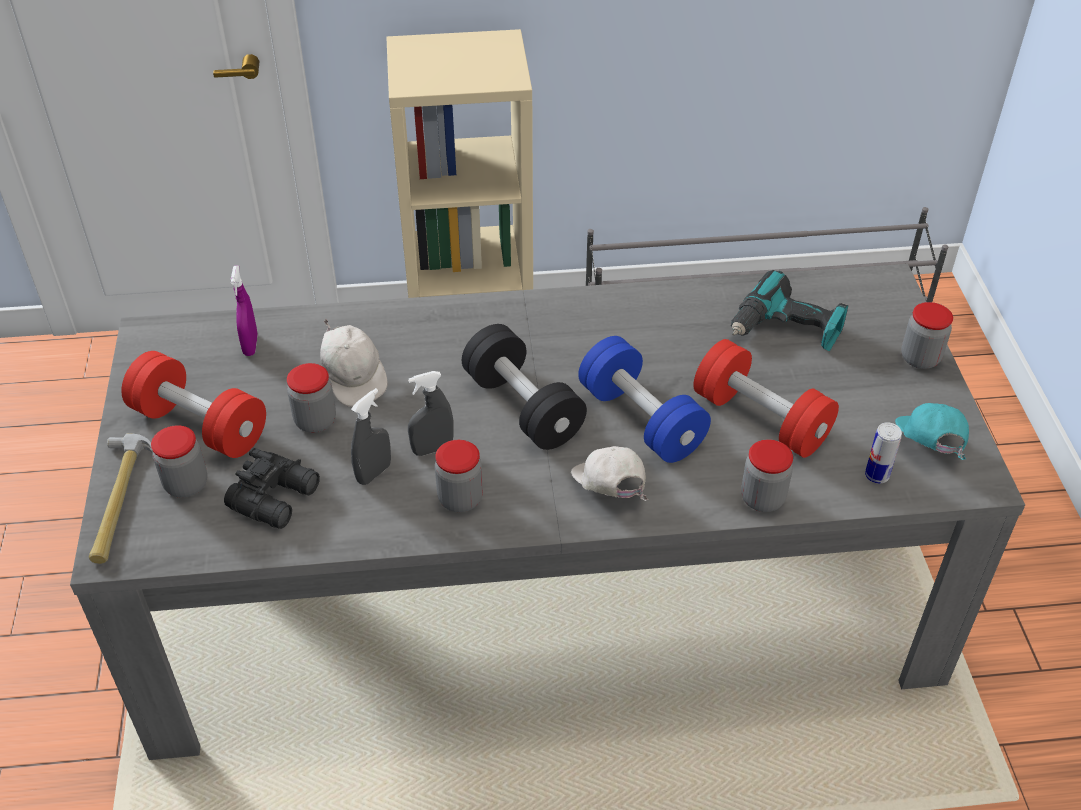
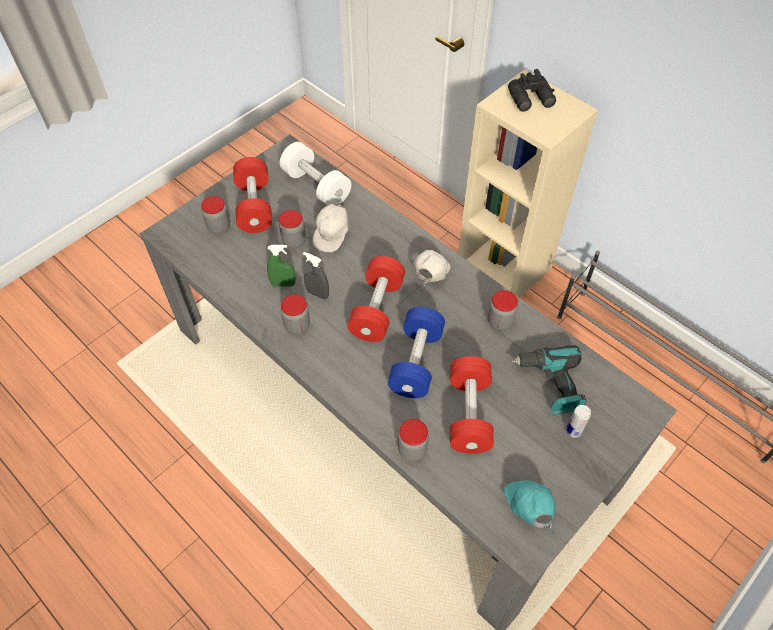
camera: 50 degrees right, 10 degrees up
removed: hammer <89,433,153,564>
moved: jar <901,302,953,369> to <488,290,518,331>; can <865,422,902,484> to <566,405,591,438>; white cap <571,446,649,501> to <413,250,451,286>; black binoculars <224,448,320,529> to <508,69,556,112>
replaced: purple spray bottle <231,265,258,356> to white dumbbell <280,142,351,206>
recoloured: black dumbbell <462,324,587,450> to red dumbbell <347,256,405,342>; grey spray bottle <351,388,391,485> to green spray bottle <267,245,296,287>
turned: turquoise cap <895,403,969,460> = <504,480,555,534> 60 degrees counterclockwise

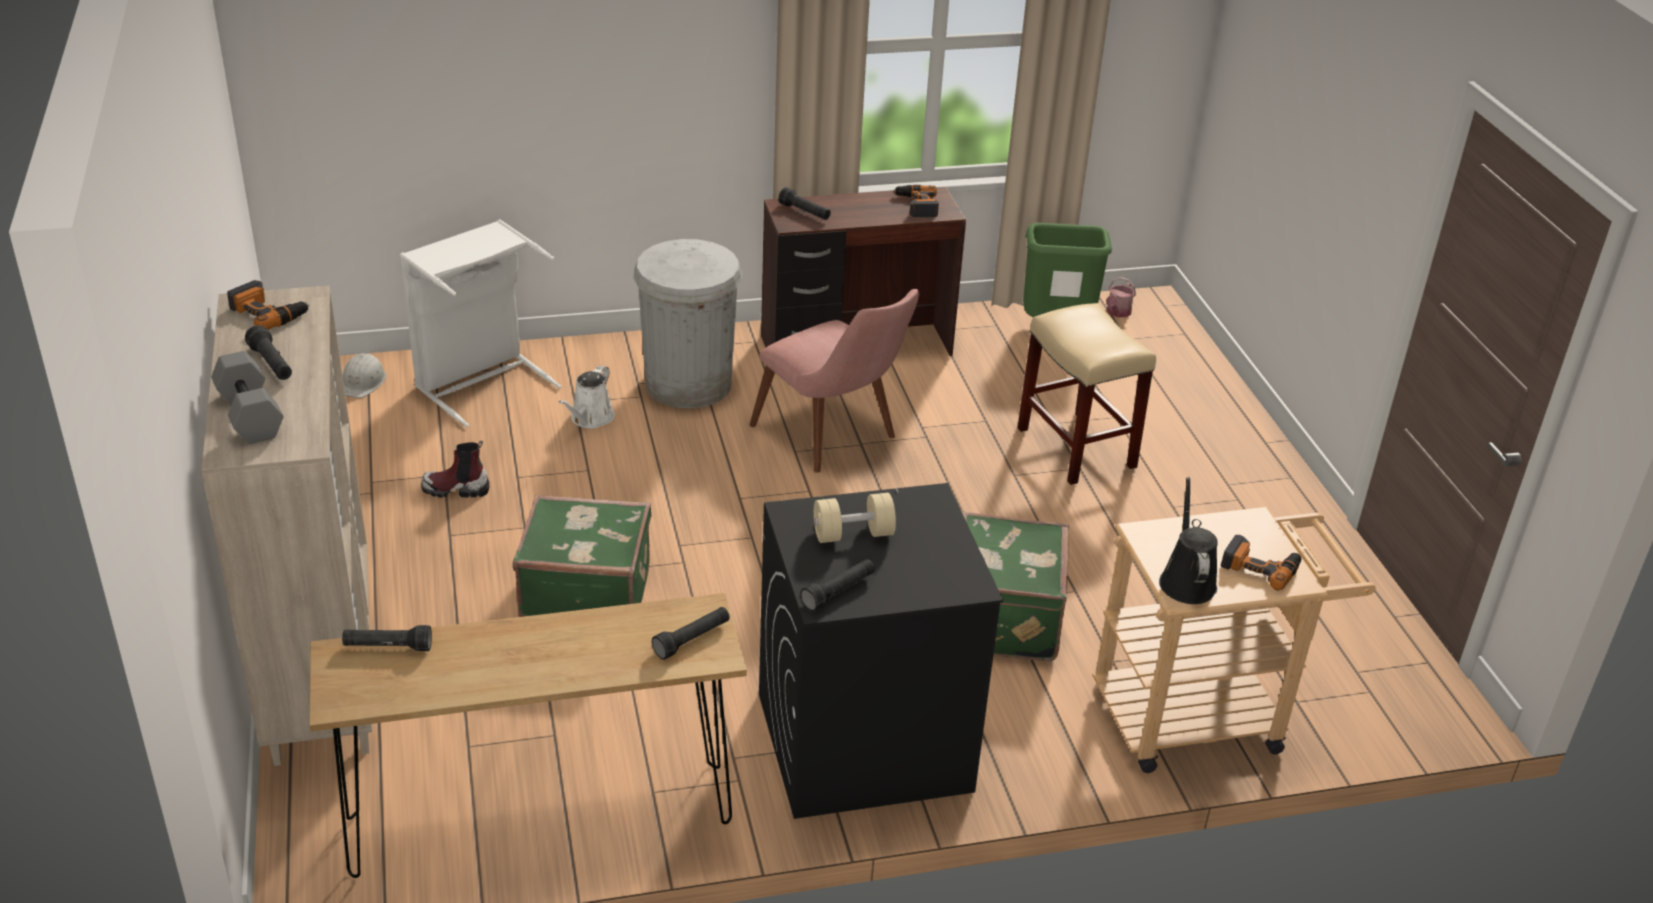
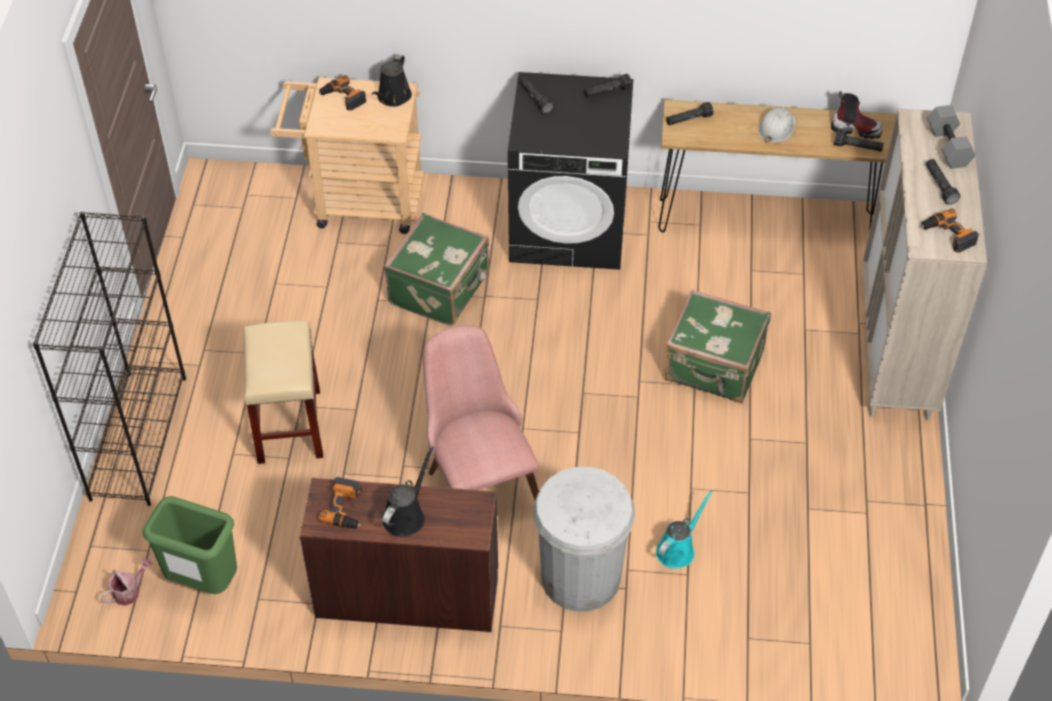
camera: 160 degrees left, 15 degrees up
removed: white laundry basket <400,219,562,427>; beige dumbbell <814,493,896,543>
added: black bookcase <33,212,186,506>; black watering can <382,446,434,537>
moved: black flashlight <778,187,831,220> to <520,77,554,114>; white hard hat <343,353,386,398> to <758,107,796,143>; boot <421,441,489,498> to <831,91,882,139>
recoloured: white watering can <558,365,615,428> to turquoise watering can <656,491,713,569>

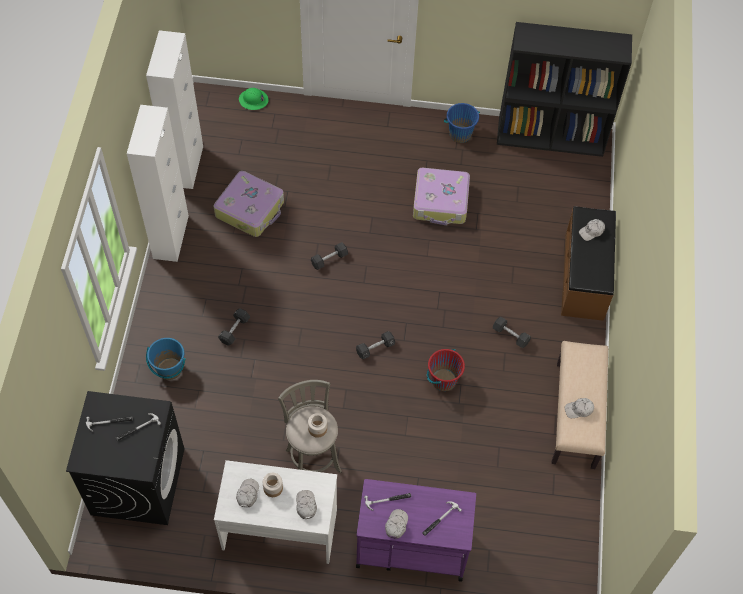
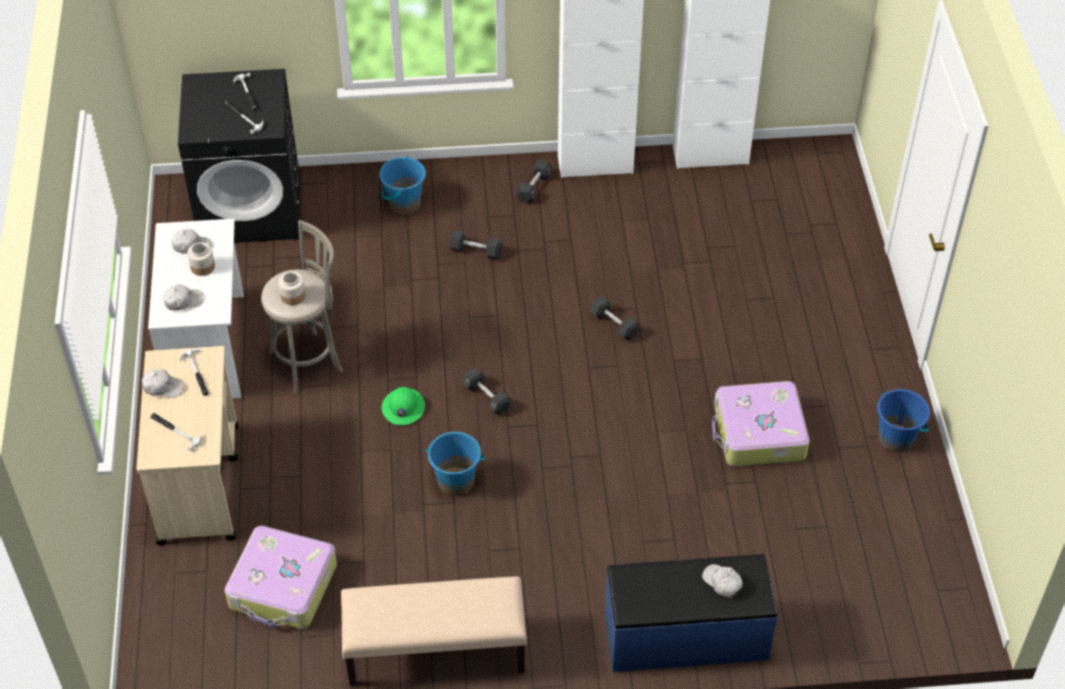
camera: 80 degrees right, 10 degrees down
removed: black bookcase <497,22,632,157>; white cap <565,398,594,418>
moved: green hard hat <239,88,269,110> to <381,387,425,425>; suitcase <214,171,284,237> to <225,526,337,629>; black dumbbell <493,317,531,348> to <515,159,554,203>
recoloured: brown bench <561,206,616,321> to blue bench <605,554,778,672>; red bucket <427,349,465,391> to blue bucket <425,432,485,496>; purple cart <356,479,476,582> to beige cart <137,346,239,546>

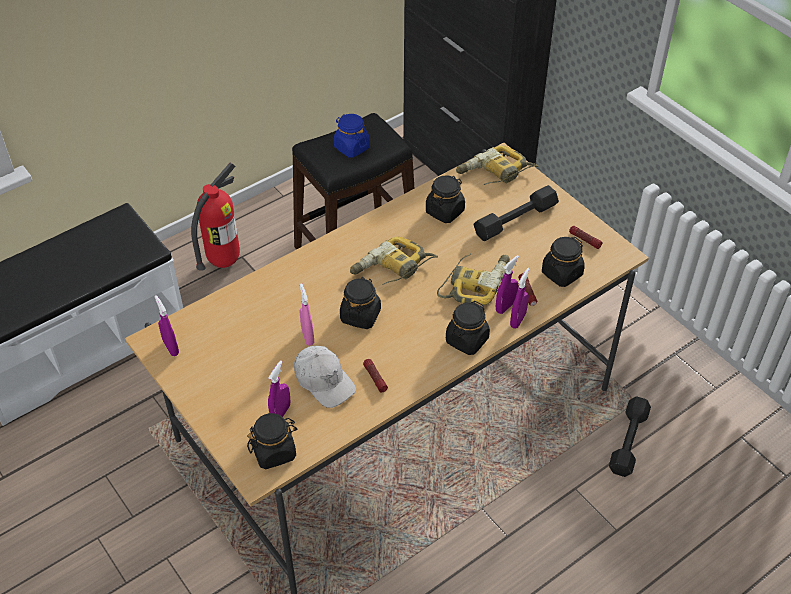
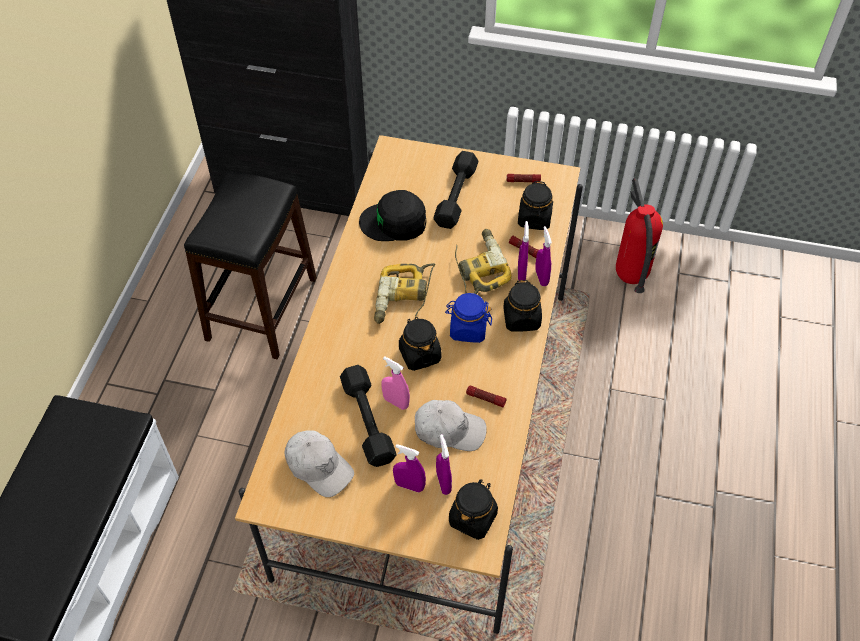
camera: 40 degrees left, 5 degrees up
removed: power drill <456,146,538,185>
added: white cap <284,430,354,497>
moved: blue jar <334,114,370,157> to <445,293,492,343>; fire extinguisher <191,163,240,271> to <616,178,663,293>; purple spray bottle <154,295,179,356> to <393,444,426,492>; black dumbbell <609,396,651,477> to <340,365,397,467>
replaced: black jar <426,176,465,223> to black cap <359,190,426,241>

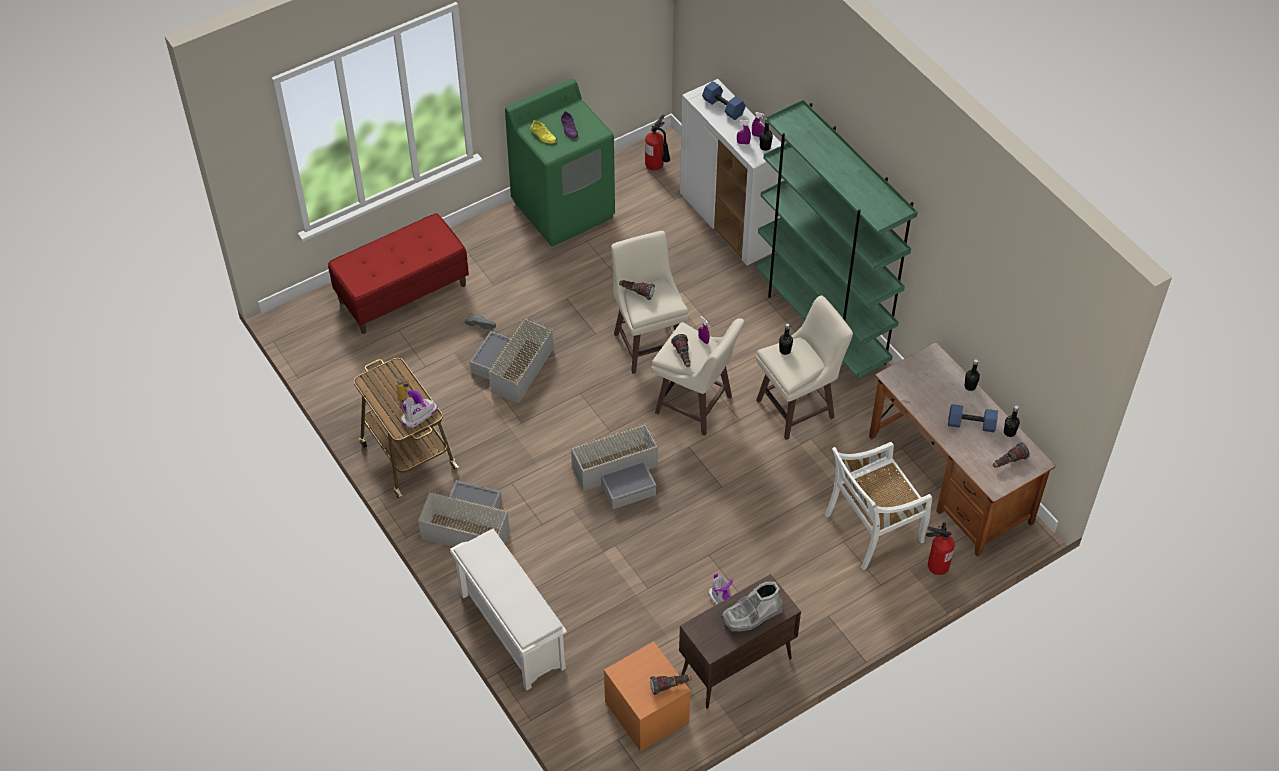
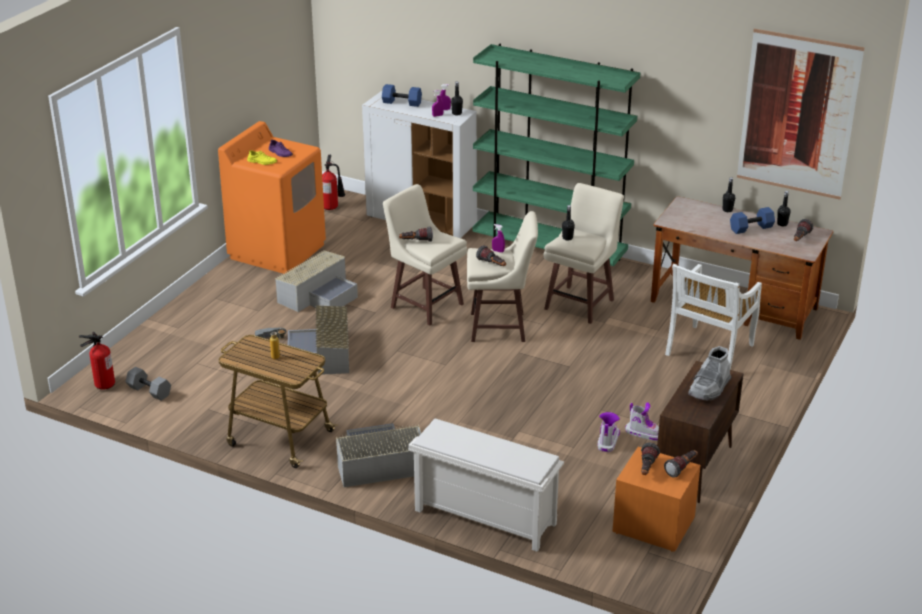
camera: 30 degrees left, 20 degrees down
removed: red bench <328,213,469,334>
added: picture <737,29,865,200>; grey dumbbell <126,367,171,401>; flashlight <641,443,660,475>
moved: boot <402,390,438,428> to <598,412,620,452>; grey storage box <571,423,658,510> to <275,250,358,312>; fire extinguisher <926,522,955,575> to <79,332,115,390>
recoloured: green washing machine <505,78,615,246> to orange washing machine <218,121,326,274>

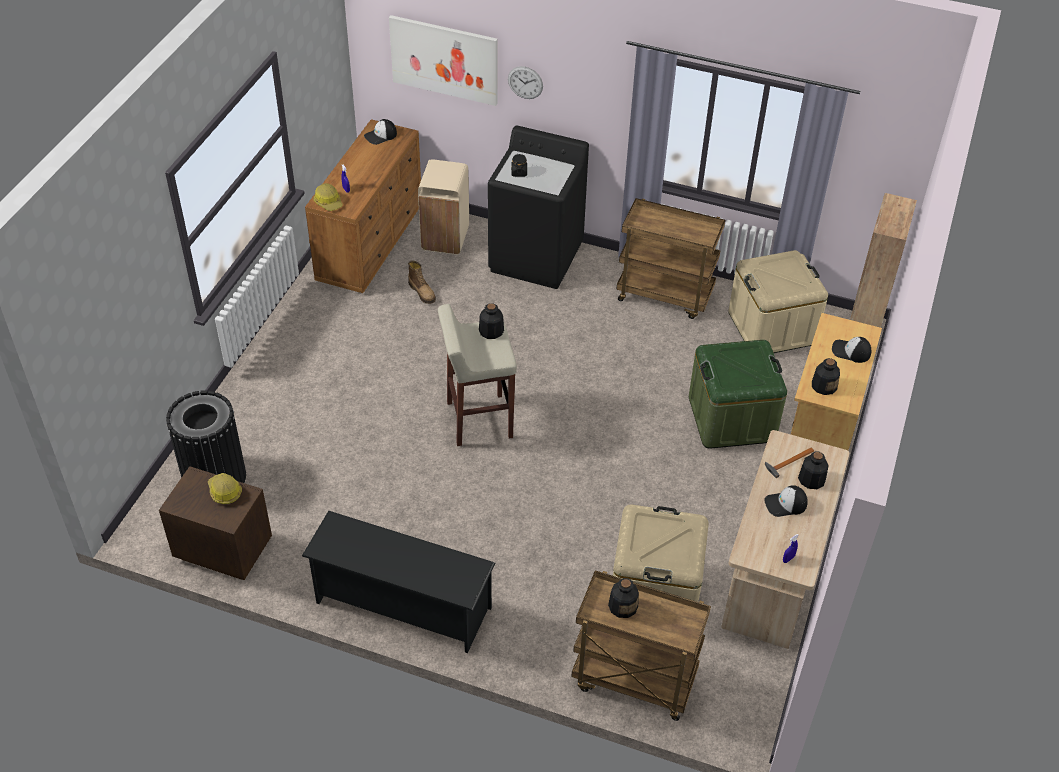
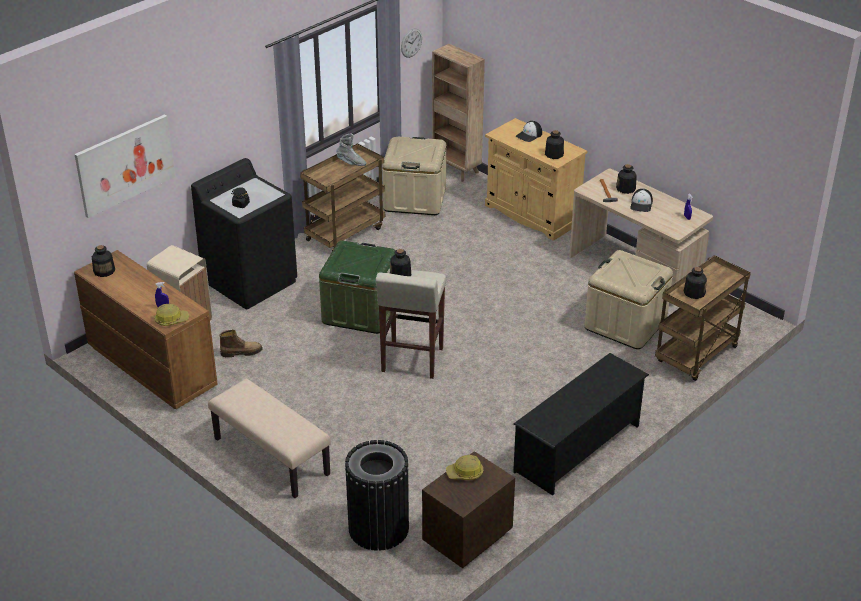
camera: 65 degrees left, 10 degrees down
added: grey boot <336,133,366,166>; beige bench <208,379,331,498>
moved: wall clock <508,66,543,99> to <401,28,422,58>; green storage box <689,340,787,449> to <319,240,396,334>
replaced: cap <364,119,397,145> to bottle <92,245,115,277>

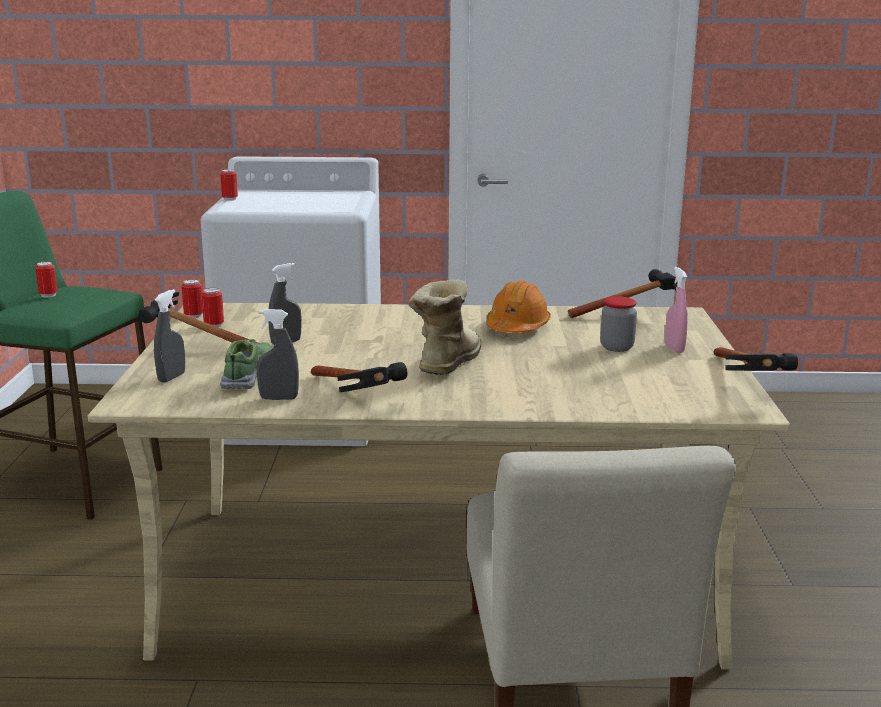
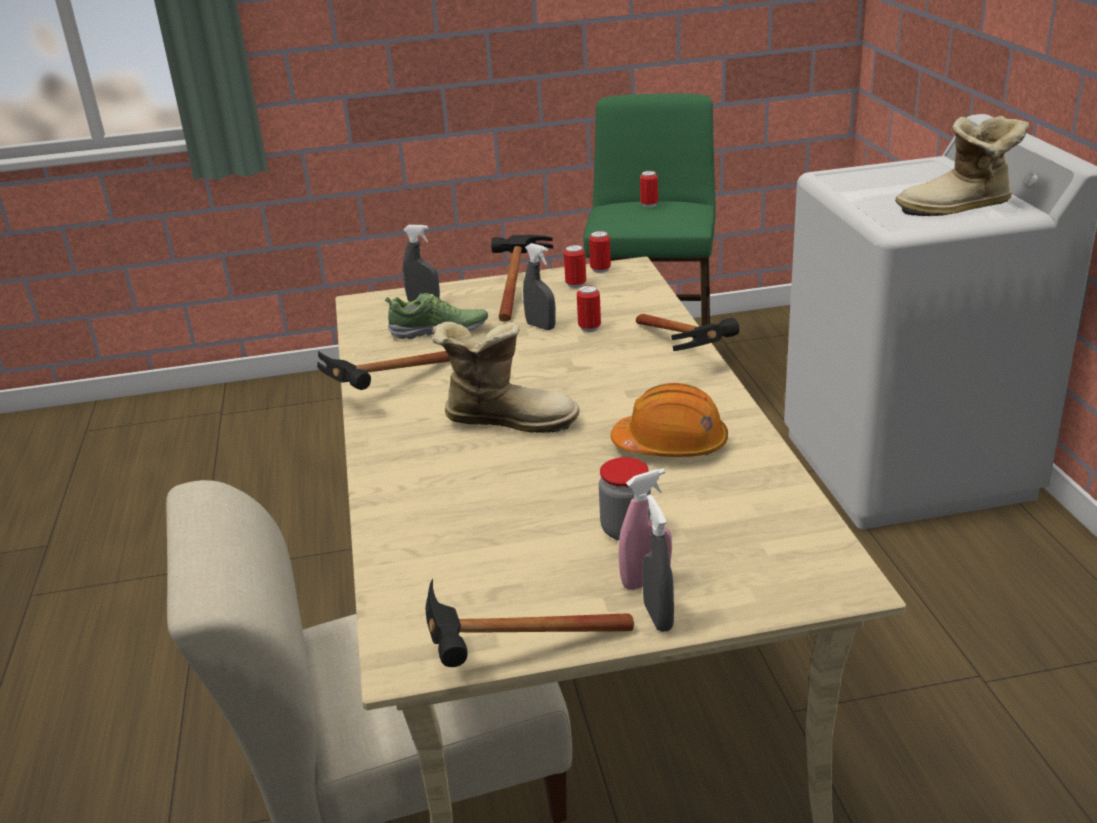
camera: 80 degrees right, 10 degrees up
added: boot <895,116,1029,216>
moved: can <220,169,238,201> to <577,285,601,332>; hammer <568,269,678,318> to <636,314,739,351>; grey spray bottle <256,309,299,400> to <642,494,674,632>

